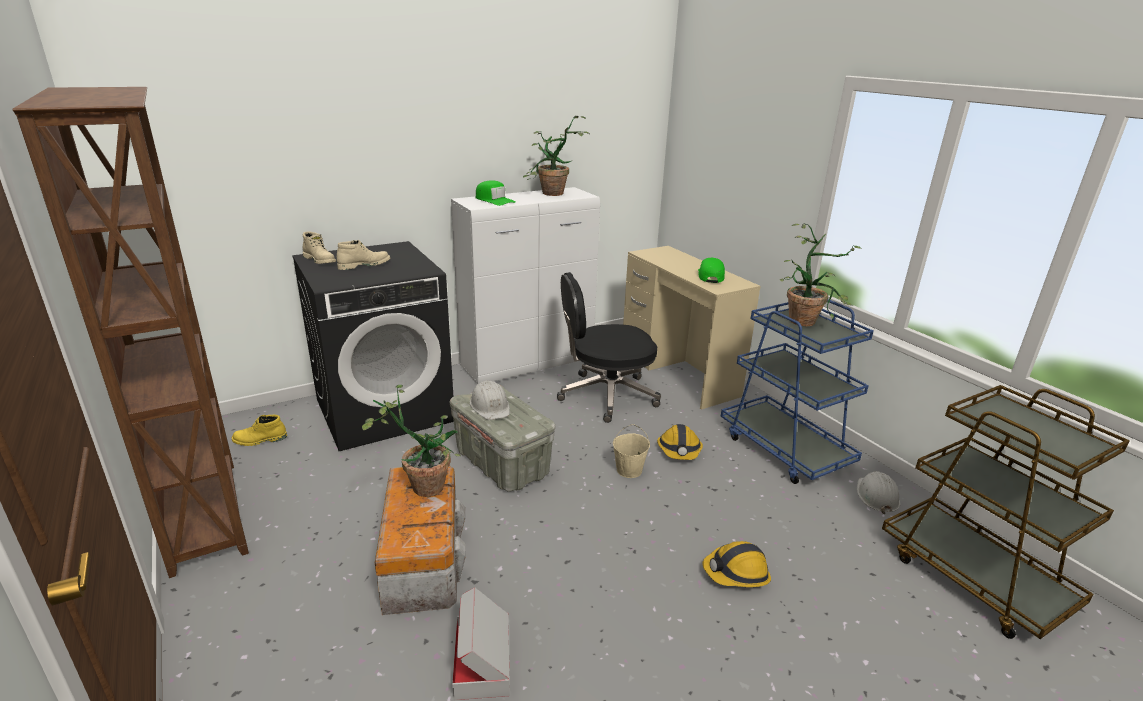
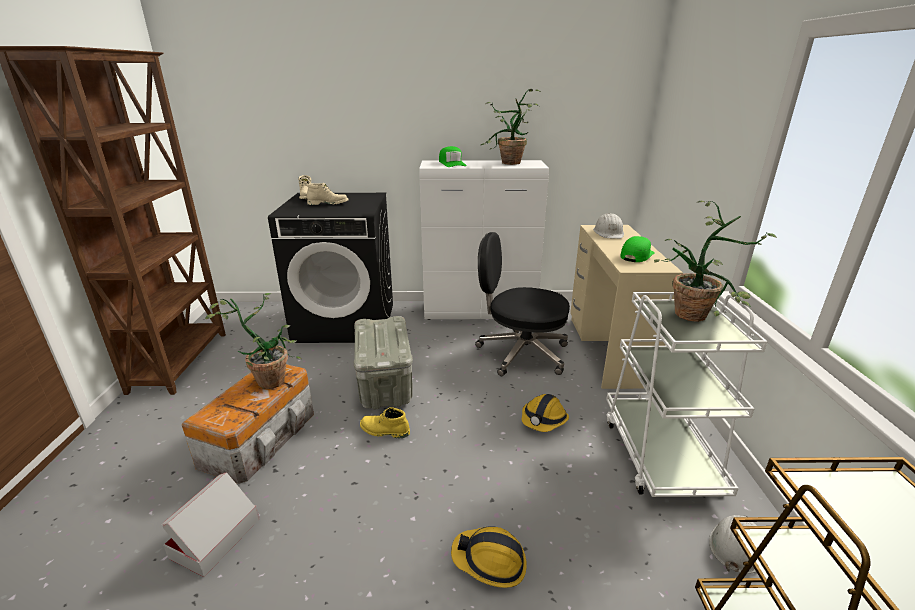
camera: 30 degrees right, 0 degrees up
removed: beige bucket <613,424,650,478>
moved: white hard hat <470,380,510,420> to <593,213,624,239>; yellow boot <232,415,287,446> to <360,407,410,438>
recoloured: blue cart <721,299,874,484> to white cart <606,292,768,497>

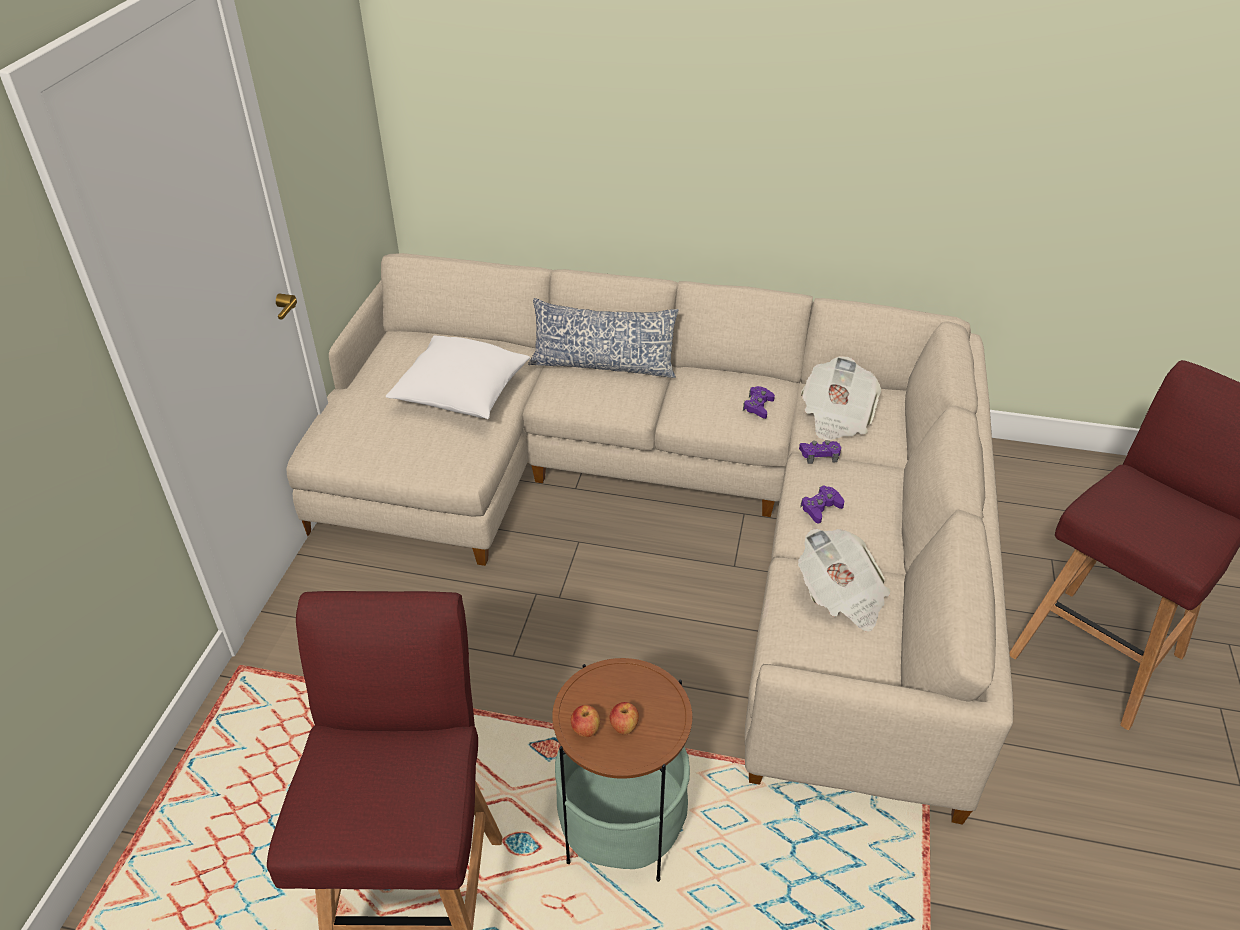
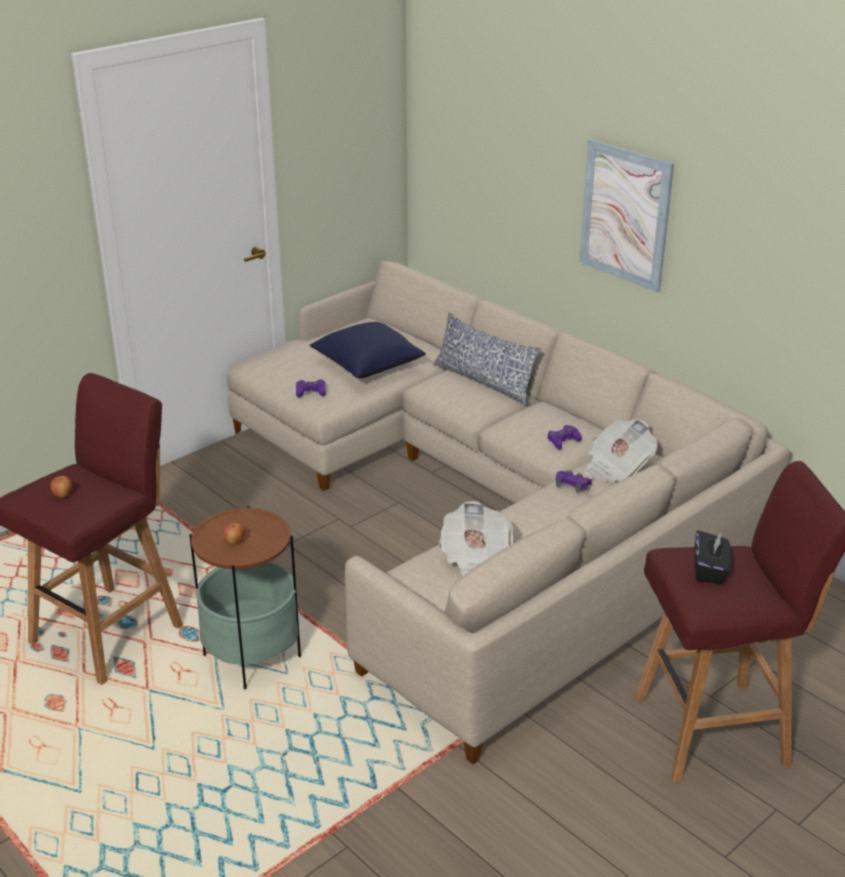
camera: 35 degrees right, 10 degrees down
added: picture <579,139,674,292>; black tissue box <695,530,731,584>
moved: purple game controller <800,485,844,524> to <296,379,326,397>; apple <571,705,600,737> to <50,476,72,498>
recoloured: white pillow <386,335,530,419> to blue pillow <309,322,426,378>

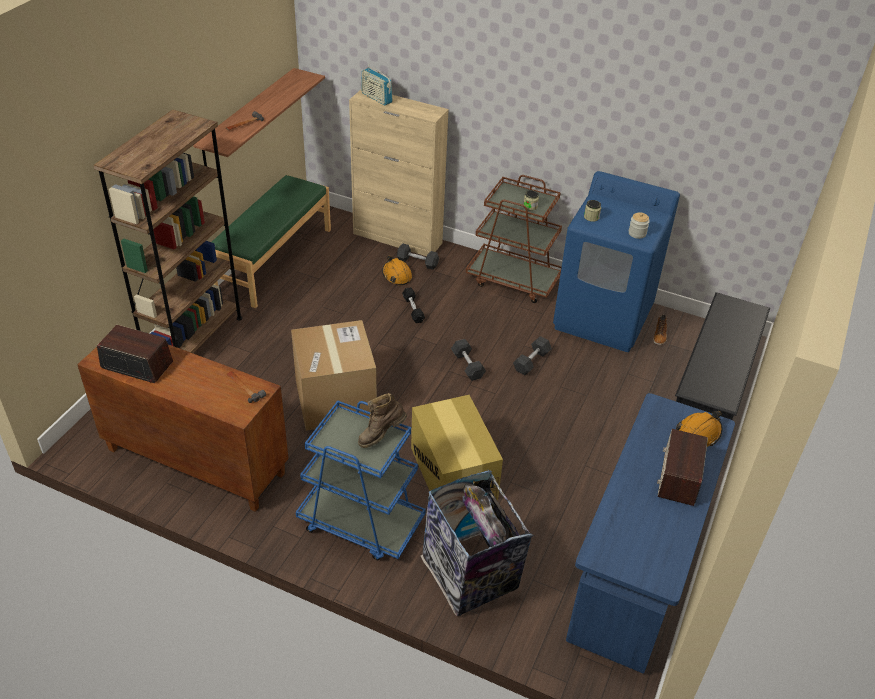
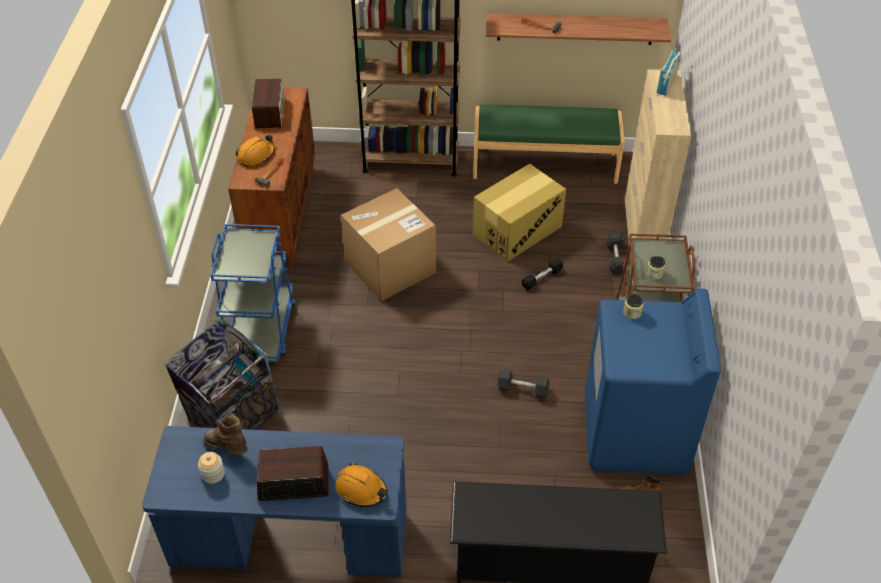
camera: 70 degrees right, 5 degrees up
removed: grey dumbbell <451,339,486,381>
moved: jar <629,212,650,239> to <198,452,225,484>; orange hard hat <382,256,412,286> to <236,135,275,167>; brown boot <358,393,407,448> to <203,413,248,455>; cardboard box <411,395,503,500> to <473,164,566,262>

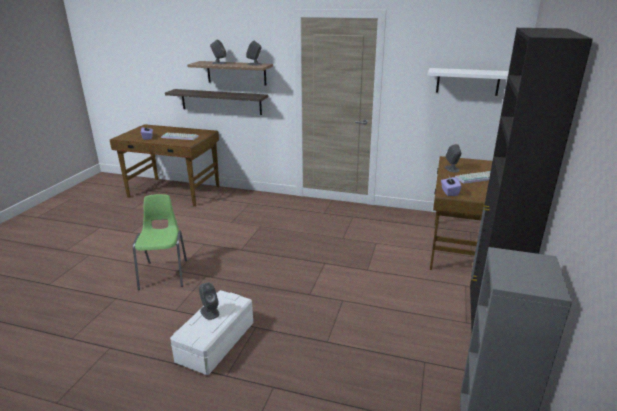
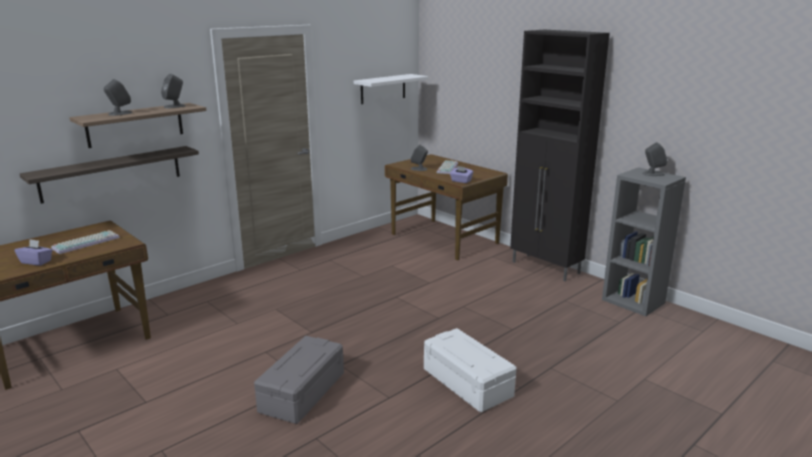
camera: 60 degrees left, 5 degrees down
moved: grey speaker <199,283,219,320> to <642,142,667,176>
replaced: green chair <133,194,187,290> to grey storage box <254,336,344,424>

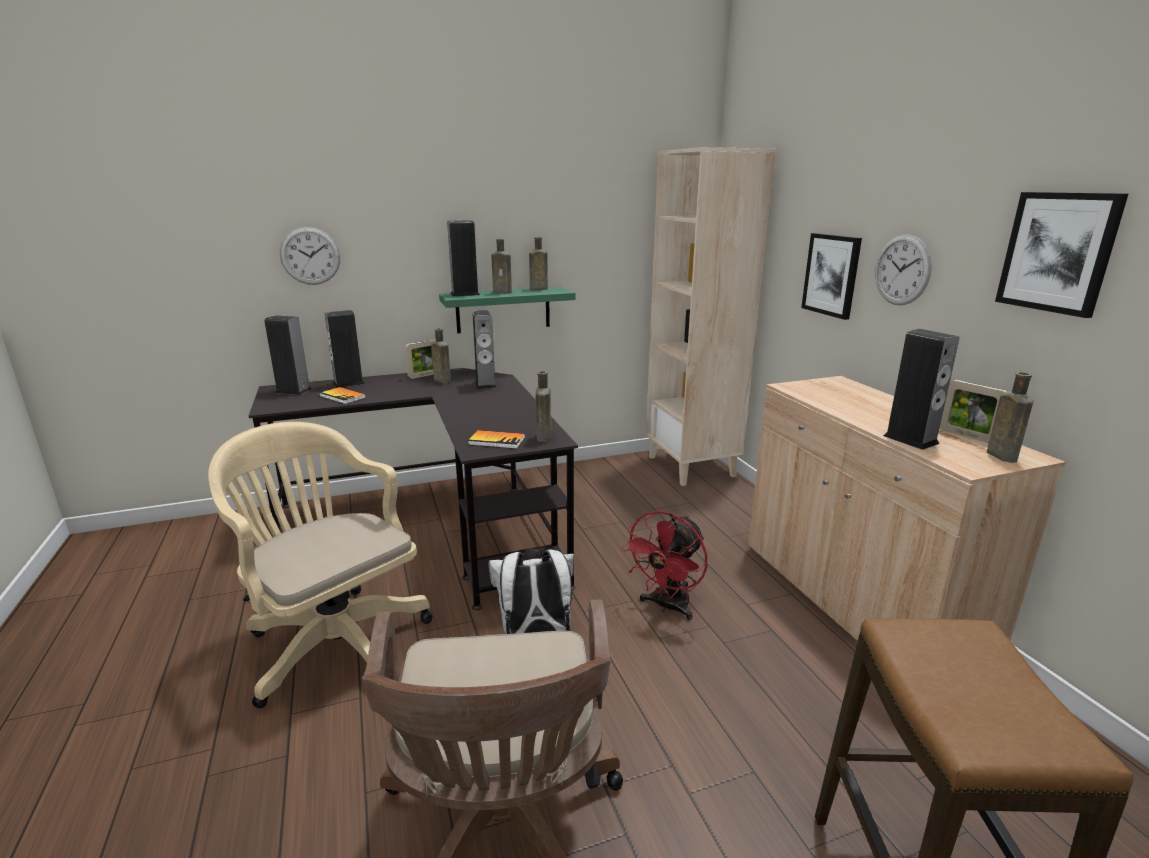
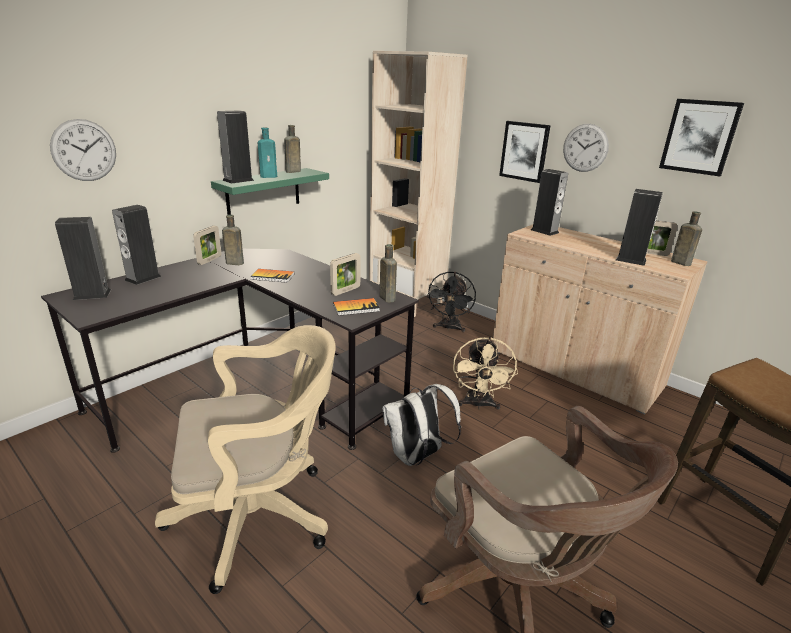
camera: 30 degrees left, 5 degrees up
added: picture frame <330,253,361,296>; black fan <426,272,476,332>
moved: speaker <472,310,496,389> to <531,169,568,236>; book <320,387,366,404> to <251,269,294,283>
recoloured: brown bottle <491,239,512,294> to turquoise bottle <258,127,277,178>; red fan <621,511,707,620> to beige fan <453,337,518,410>
turned: beige office chair <208,422,433,708> = <155,325,335,594> 150 degrees clockwise

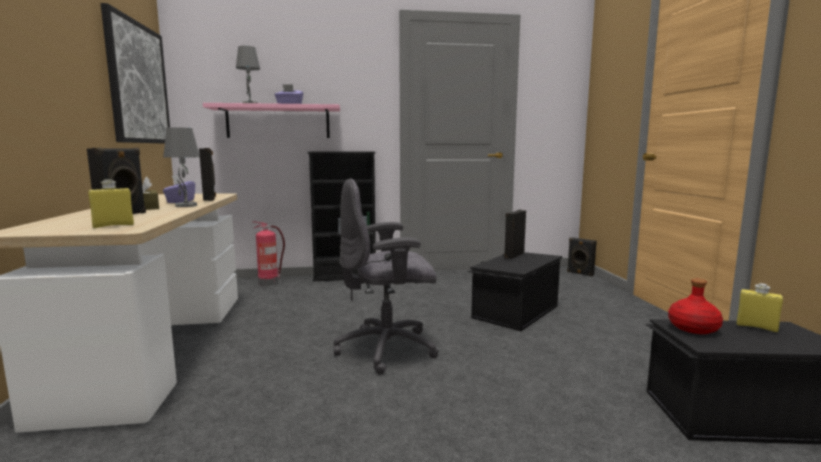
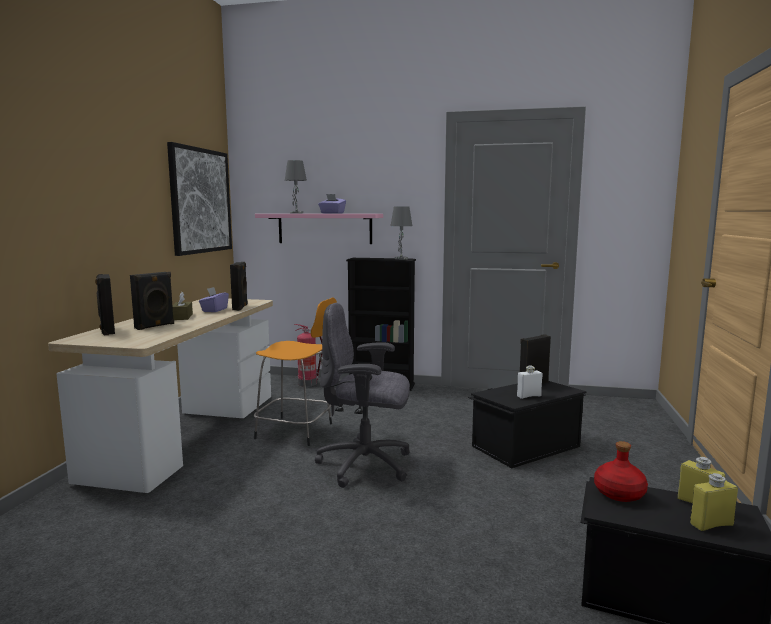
camera: 20 degrees right, 0 degrees up
added: orange stool <254,298,337,446>; white bottle <517,365,542,399>
moved: grey table lamp <163,127,200,207> to <391,206,412,260>; yellow bottle <88,179,134,228> to <690,473,738,531>; black speaker <567,237,597,276> to <95,274,115,335>

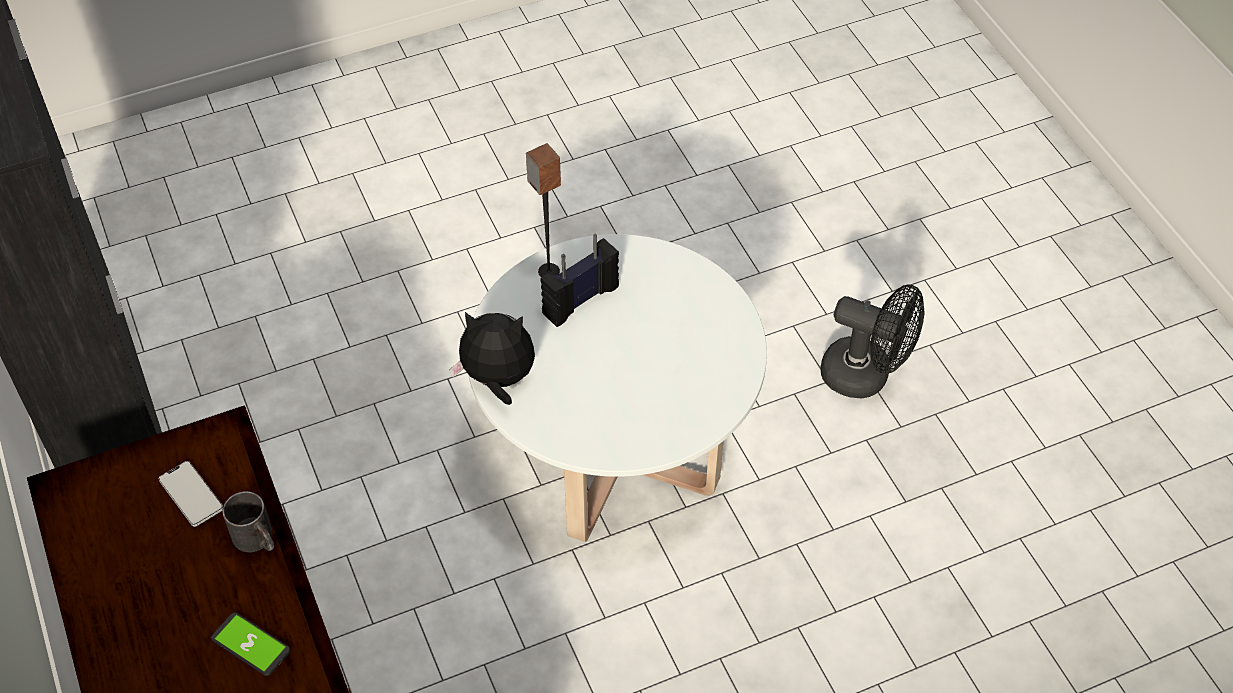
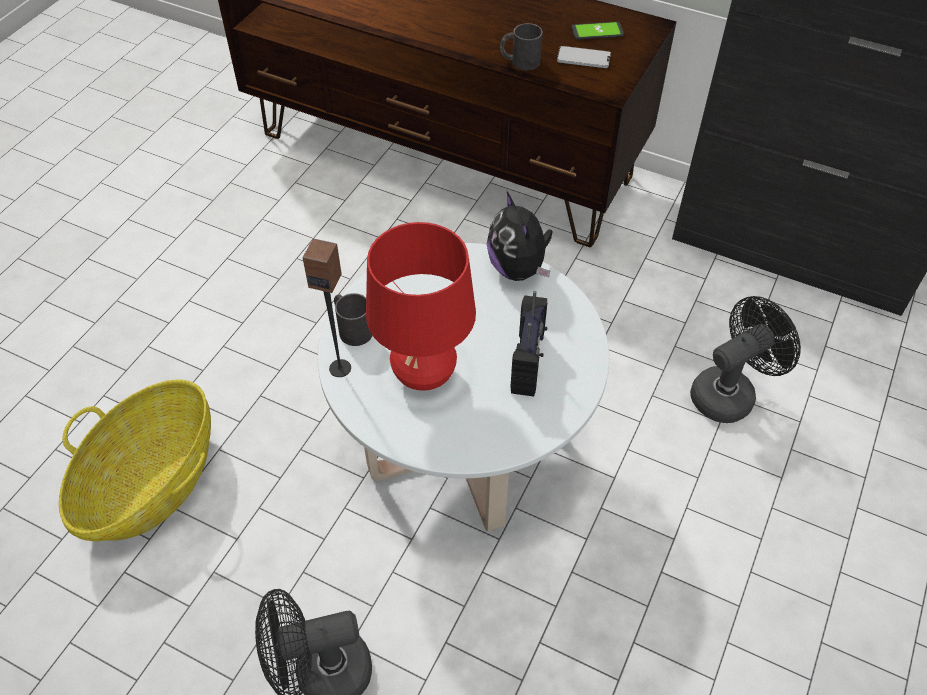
camera: 140 degrees right, 0 degrees up
added: red table lamp <366,222,476,391>; black mug <334,293,373,346>; black fan <690,296,801,423>; basket <59,380,211,541>
moved: speaker <526,143,561,278> to <303,238,351,377>; phone <211,612,291,676> to <571,22,624,40>
turned: plush toy <449,312,535,405> = <486,192,553,281> 105 degrees clockwise

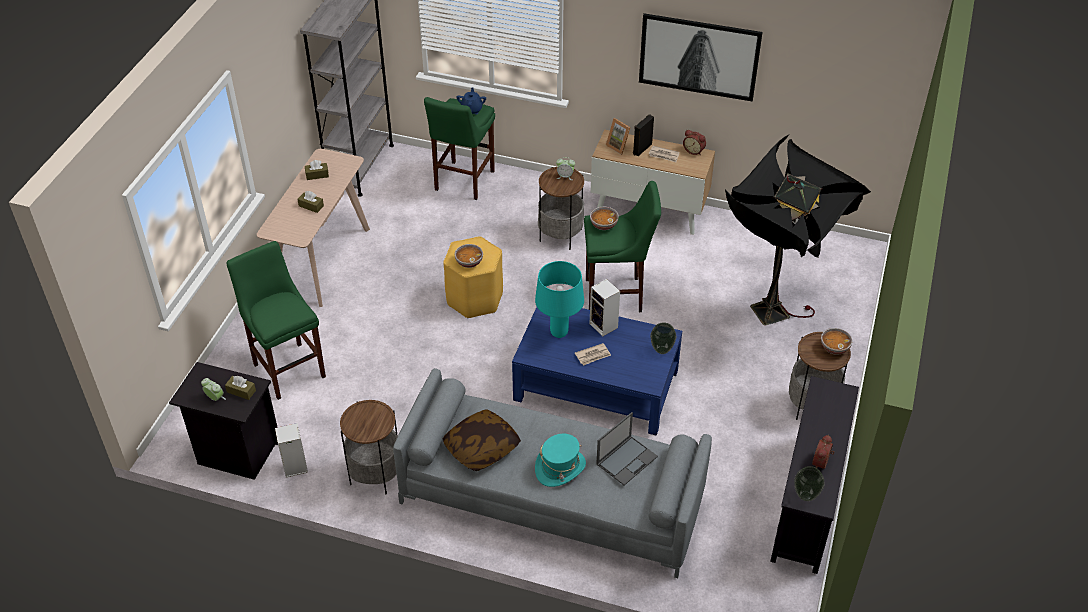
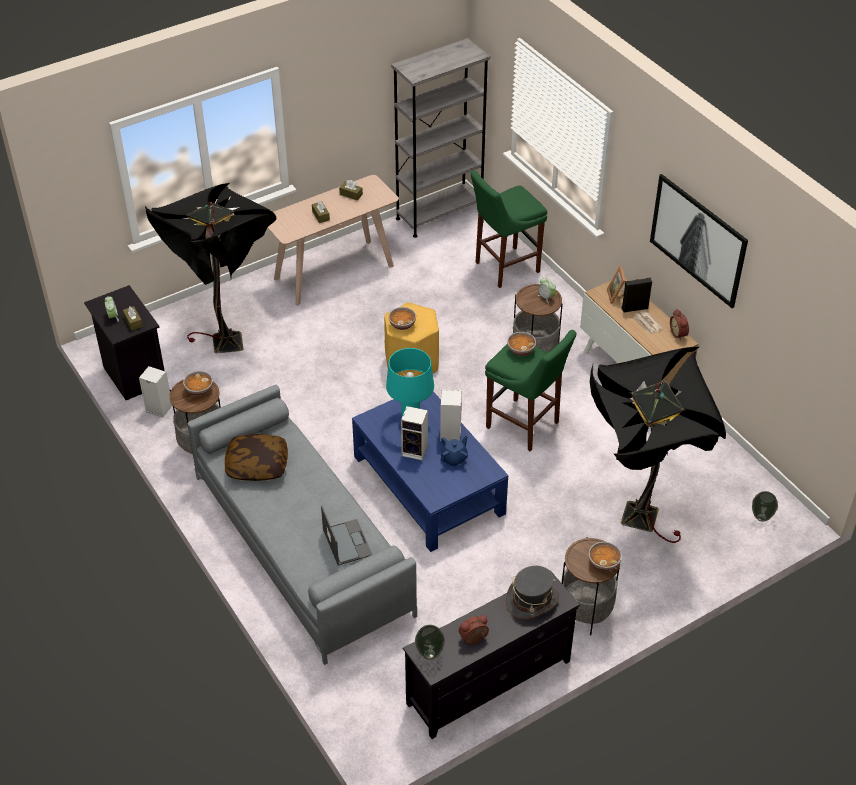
camera: 40 degrees right, 0 degrees up
removed: turquoise hat <535,434,586,487>
added: bowl <183,371,213,396>; grey hat <506,566,559,619>
moved: blue teapot <456,87,486,114> to <441,436,468,467>; vase <650,323,676,354> to <752,491,778,522>
replaced: green stool <227,241,326,400> to black floor lamp <145,183,277,353>; newspaper <575,343,611,366> to speaker <401,406,428,460>
turned: laptop <596,412,658,485> = <321,505,372,565> 105 degrees counterclockwise

